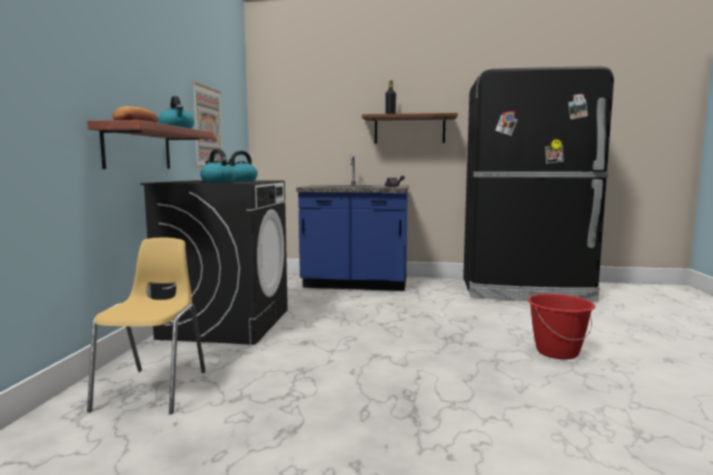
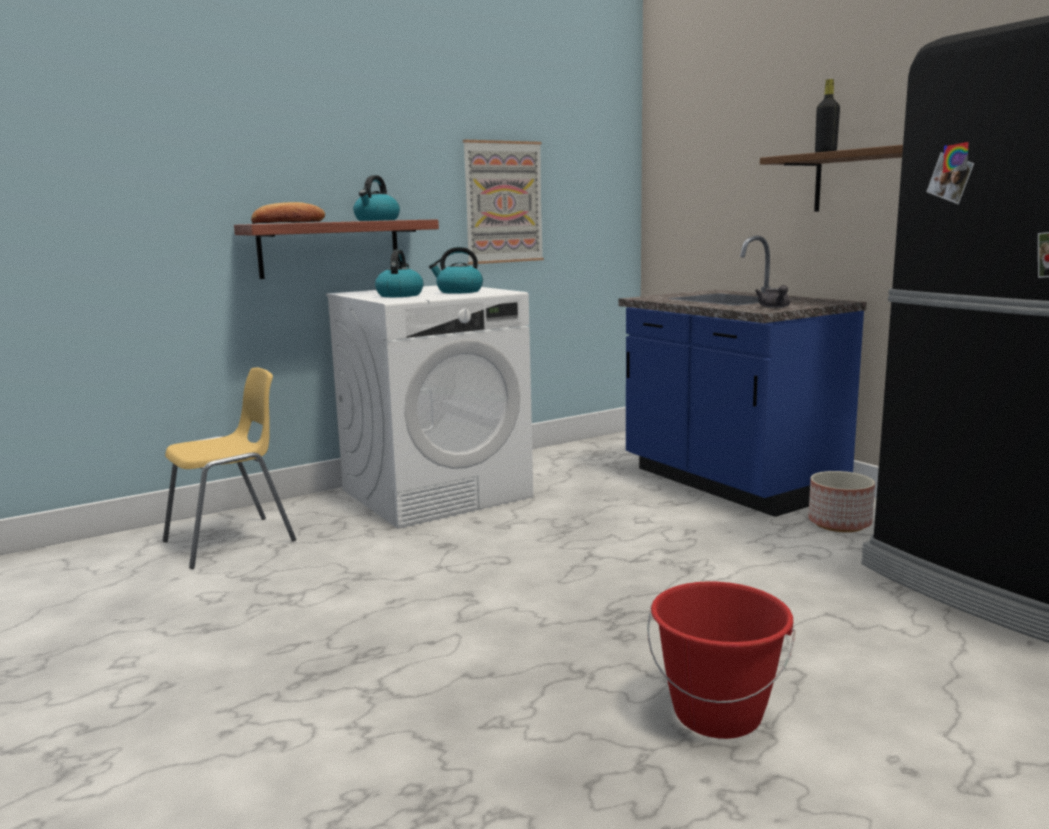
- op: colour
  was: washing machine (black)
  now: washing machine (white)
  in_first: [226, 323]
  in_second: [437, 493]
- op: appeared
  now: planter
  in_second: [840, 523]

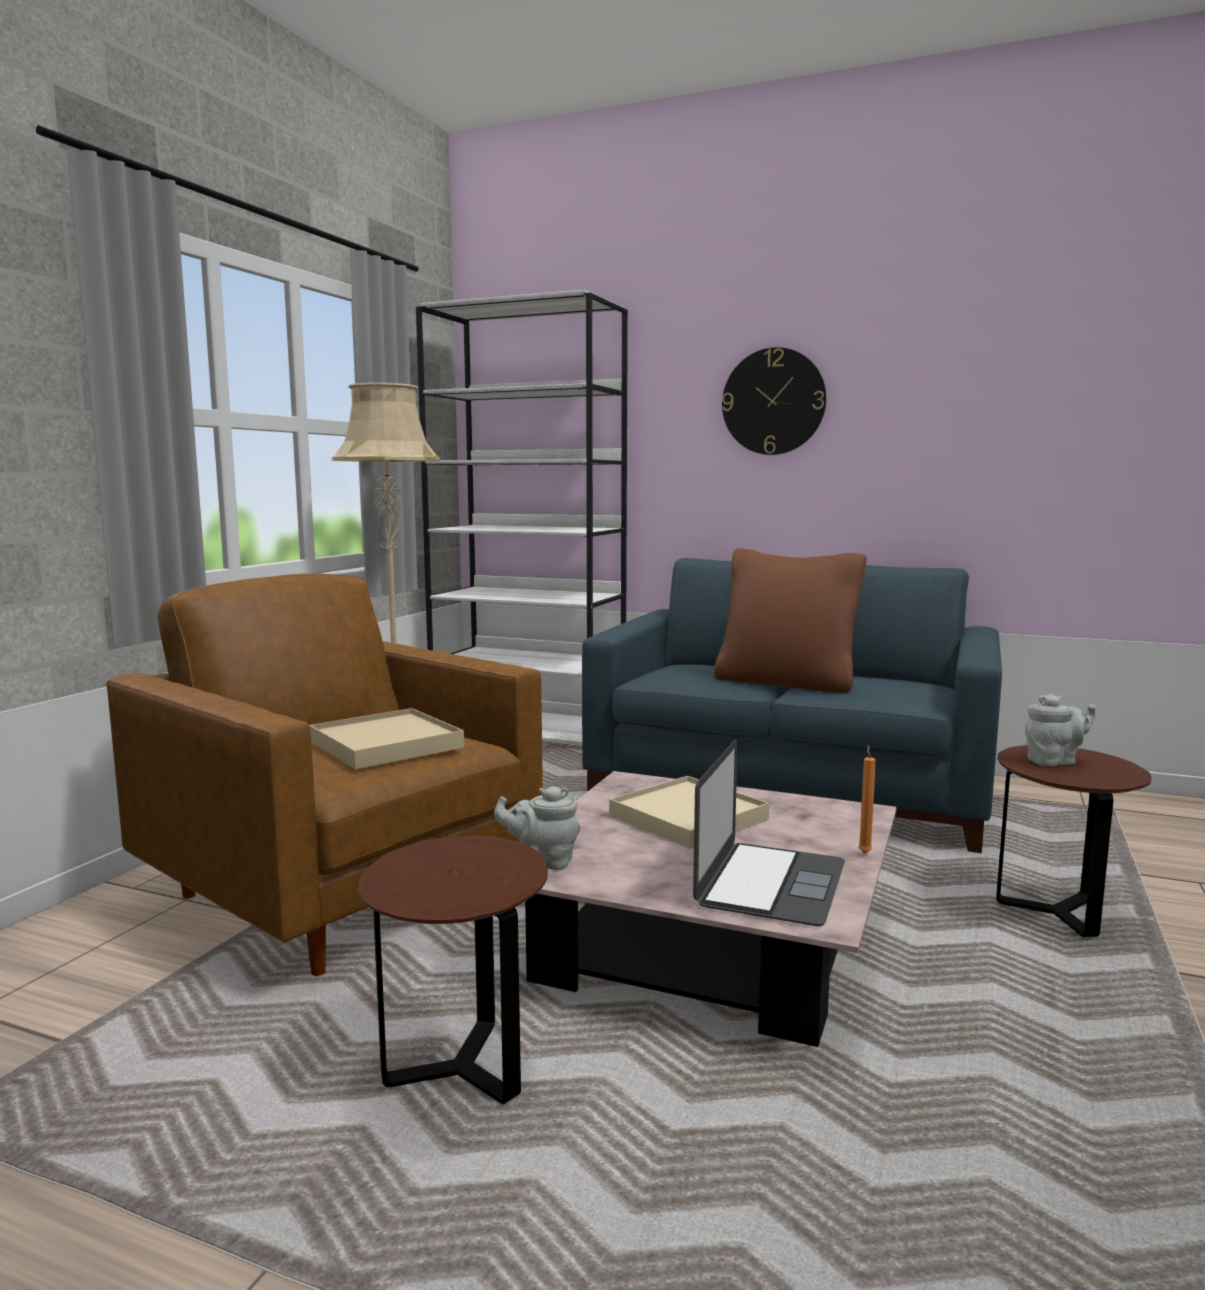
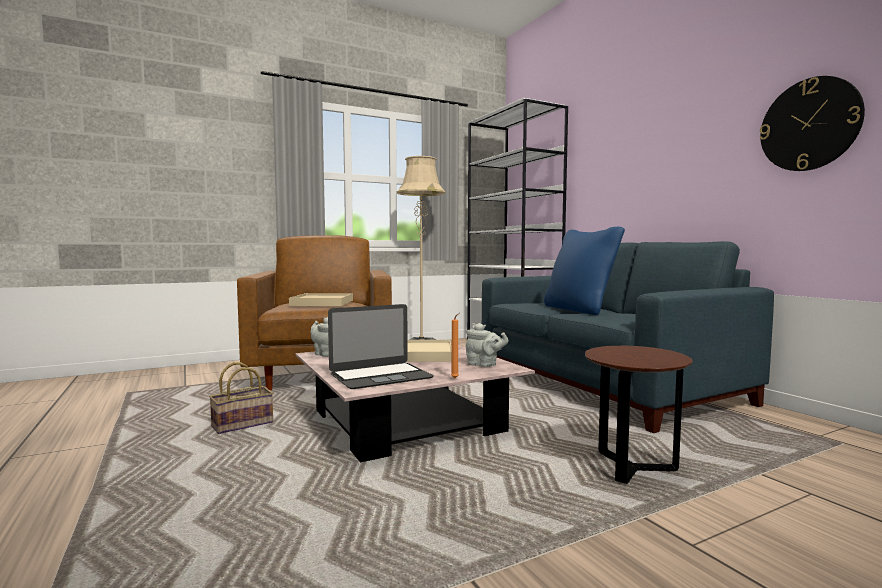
- op: exchanged
  was: side table (brown)
  now: basket
  in_first: [461, 1070]
  in_second: [243, 424]
- op: relocated
  was: teapot (grey)
  in_first: [1054, 761]
  in_second: [484, 365]
- op: colour
  was: pillow (brown)
  now: pillow (blue)
  in_first: [786, 682]
  in_second: [579, 310]
- op: relocated
  was: wall clock
  in_first: [773, 401]
  in_second: [809, 125]

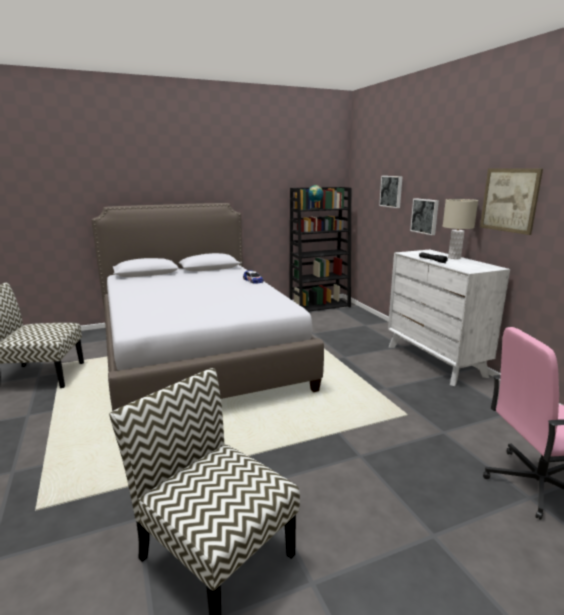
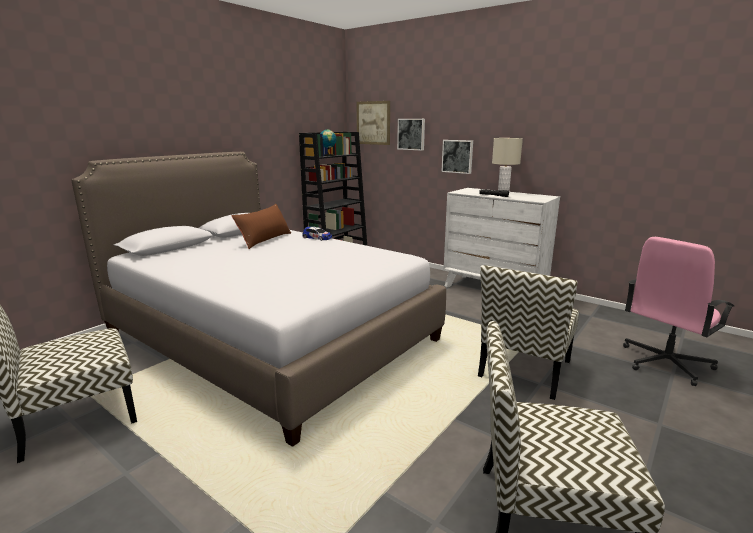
- op: appeared
  now: pillow (brown)
  in_second: [264, 240]
- op: relocated
  was: picture
  in_first: [509, 200]
  in_second: [373, 123]
- op: appeared
  now: chair
  in_second: [525, 370]

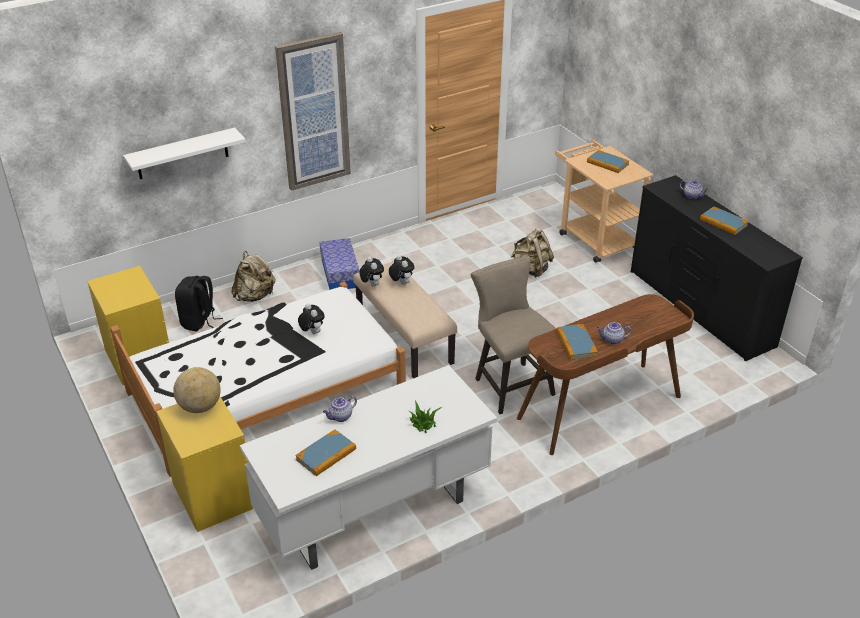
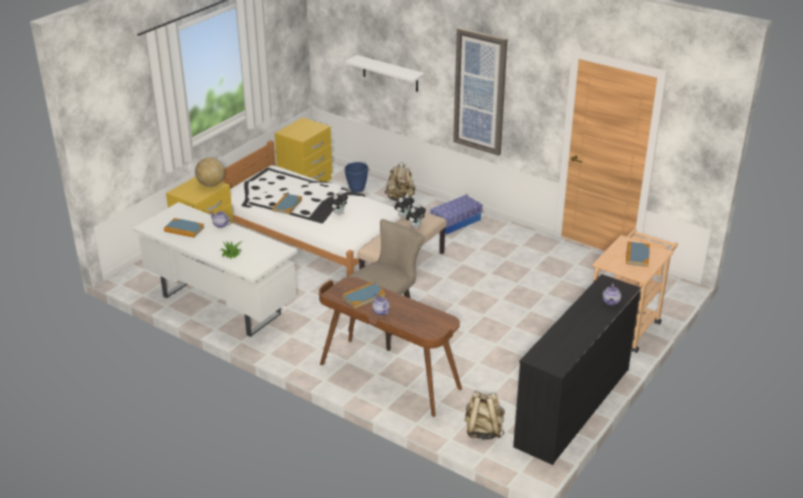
- op: relocated
  was: book
  in_first: [723, 222]
  in_second: [287, 205]
- op: exchanged
  was: backpack (black)
  now: planter (blue)
  in_first: [199, 322]
  in_second: [356, 189]
- op: relocated
  was: backpack (beige)
  in_first: [531, 269]
  in_second: [483, 430]

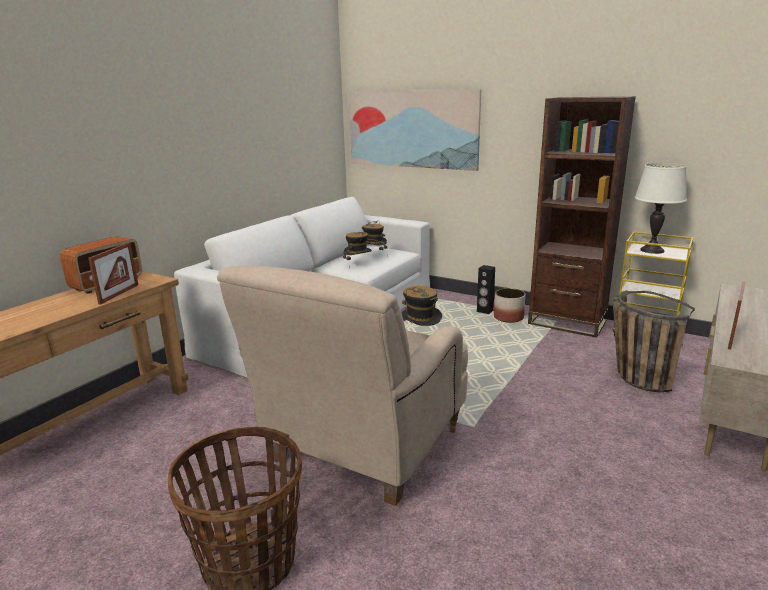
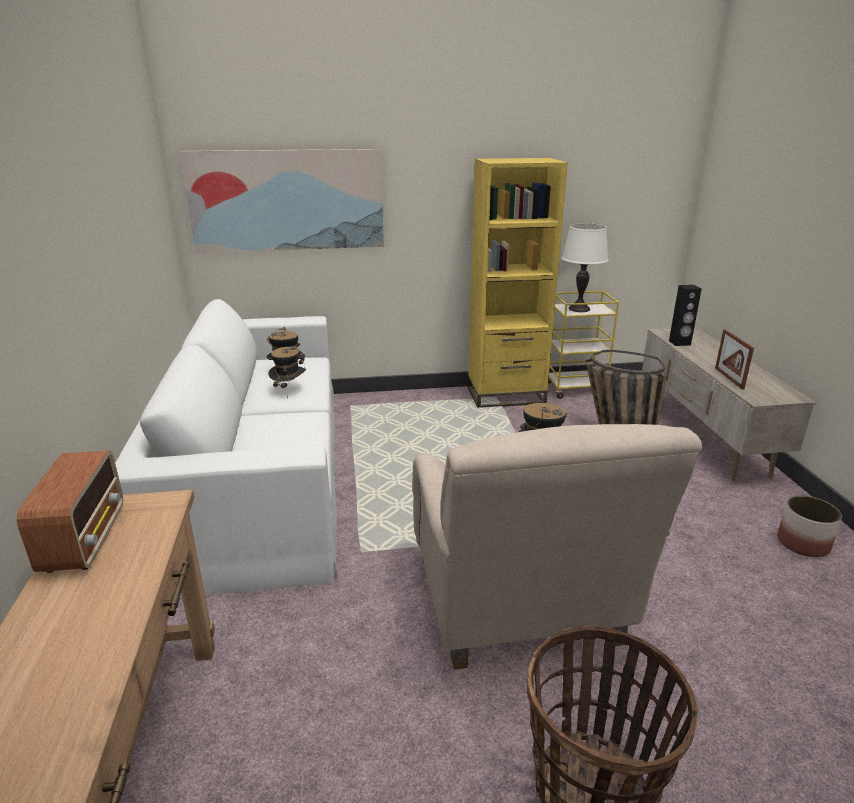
- op: colour
  was: bookcase (brown)
  now: bookcase (yellow)
  in_first: [567, 322]
  in_second: [506, 395]
- op: relocated
  was: speaker (black)
  in_first: [485, 311]
  in_second: [679, 343]
- op: relocated
  was: planter
  in_first: [508, 317]
  in_second: [803, 544]
- op: missing
  was: picture frame
  in_first: [119, 294]

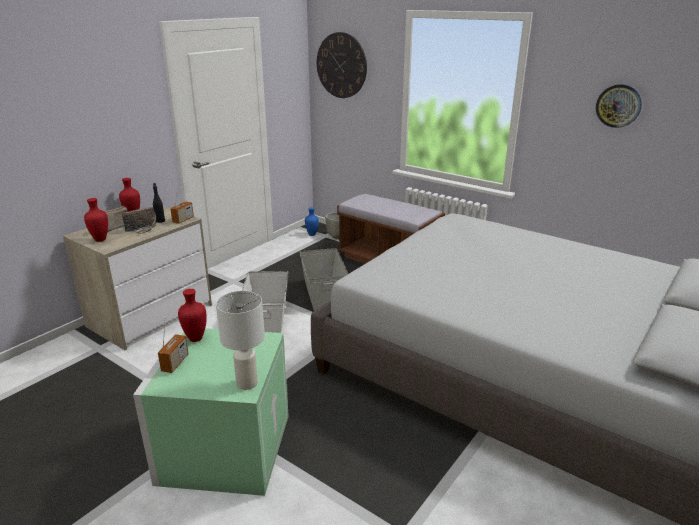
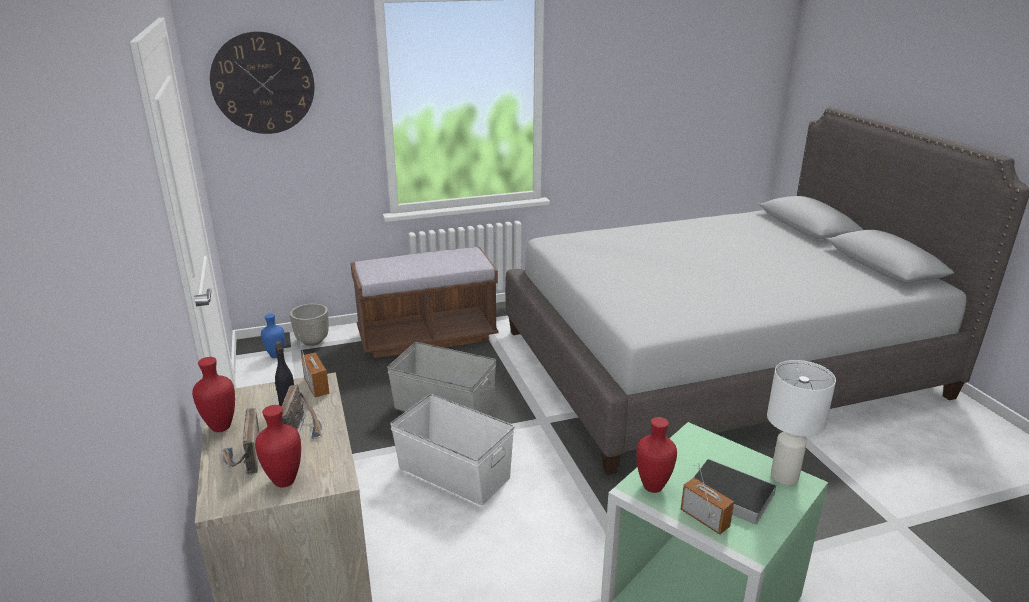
- op: appeared
  now: book
  in_second: [727, 494]
- op: missing
  was: wall clock
  in_first: [618, 106]

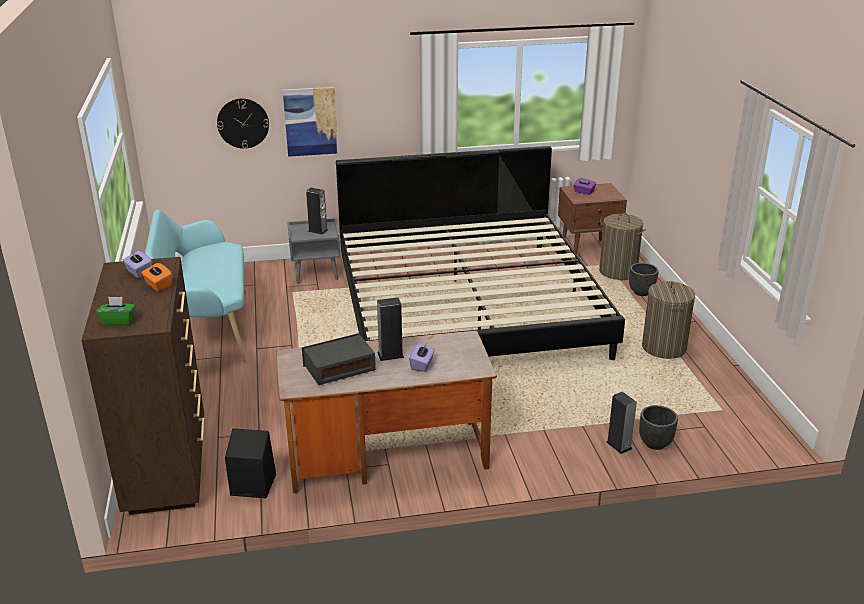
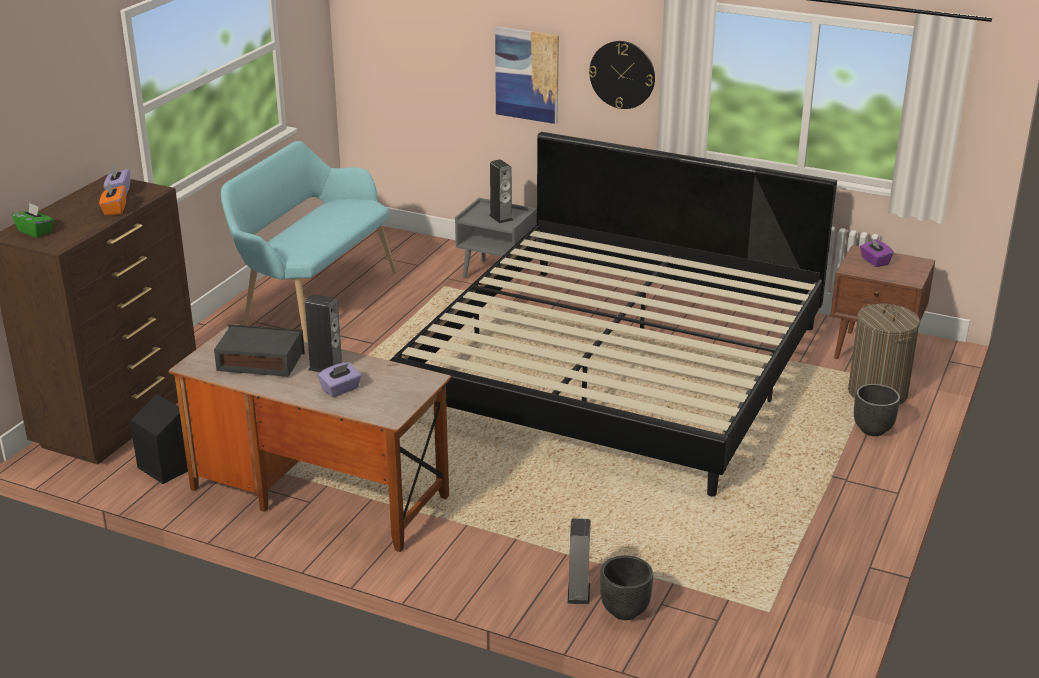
- op: relocated
  was: wall clock
  in_first: [243, 123]
  in_second: [622, 74]
- op: missing
  was: laundry basket
  in_first: [664, 348]

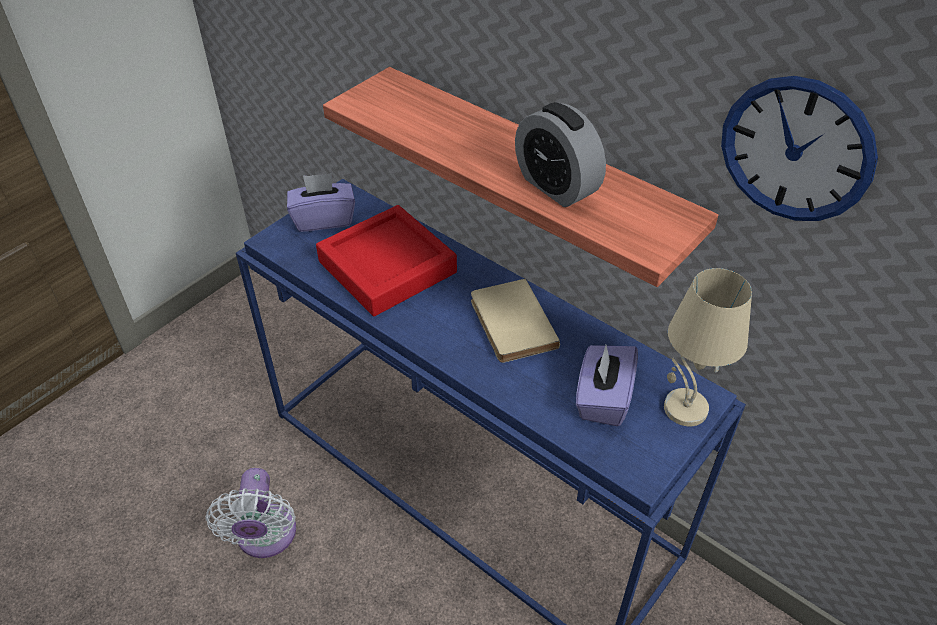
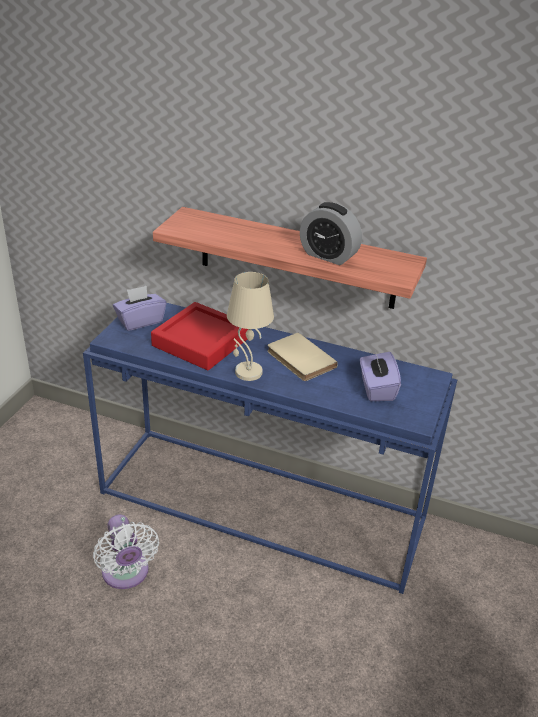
- op: relocated
  was: table lamp (beige)
  in_first: [684, 408]
  in_second: [247, 372]
- op: missing
  was: wall clock
  in_first: [796, 150]

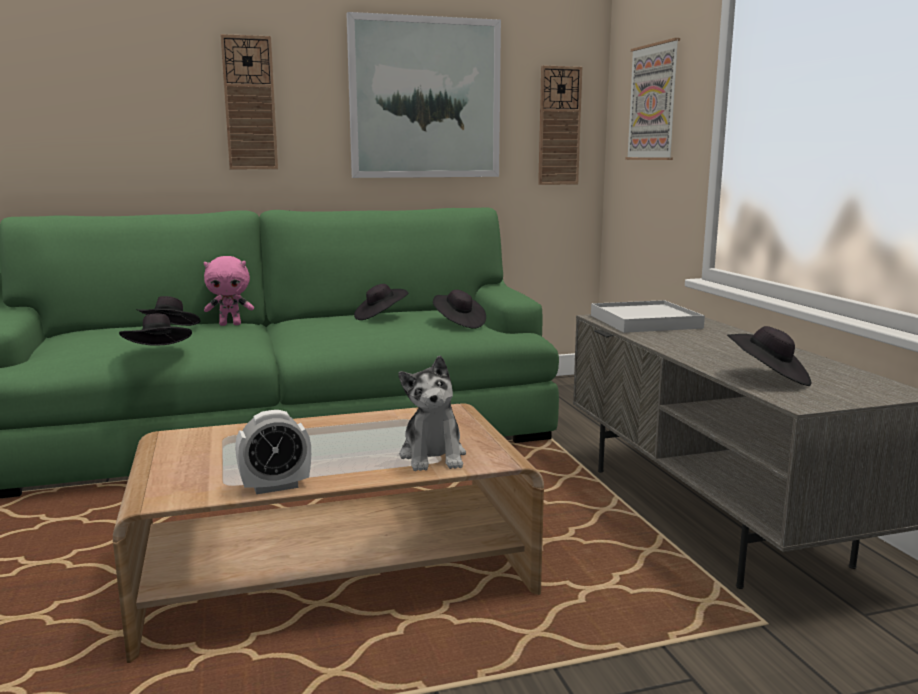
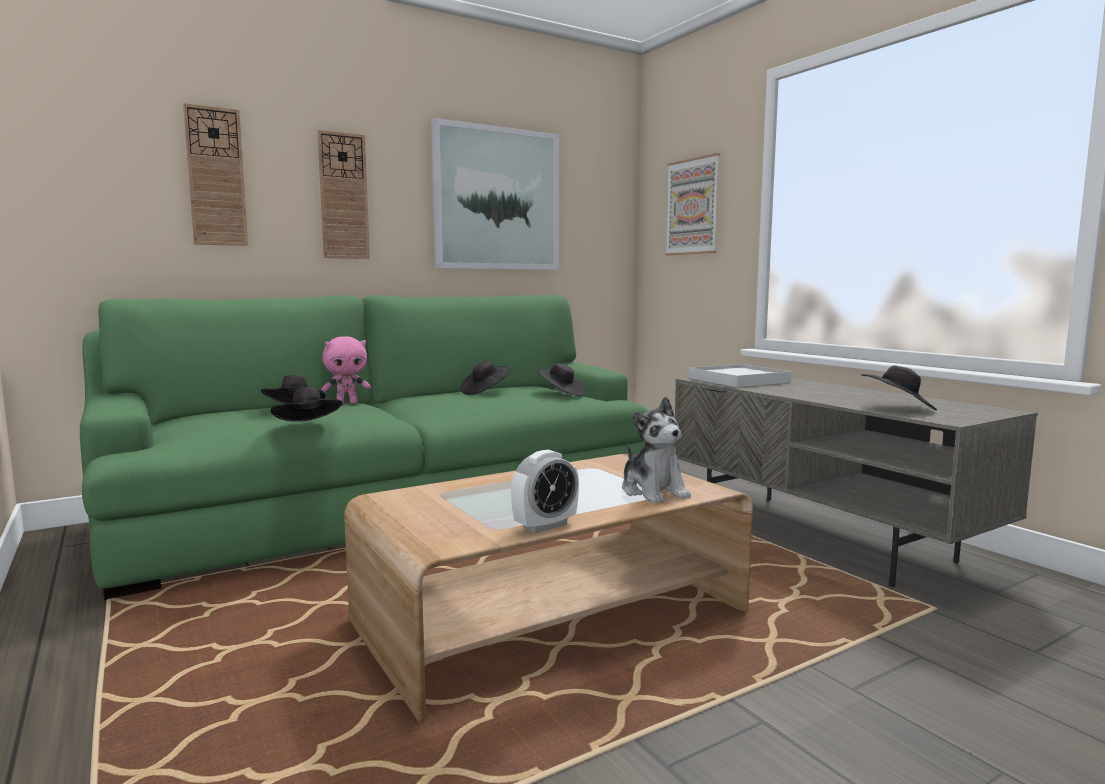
- op: relocated
  was: wall clock
  in_first: [559, 126]
  in_second: [216, 177]

